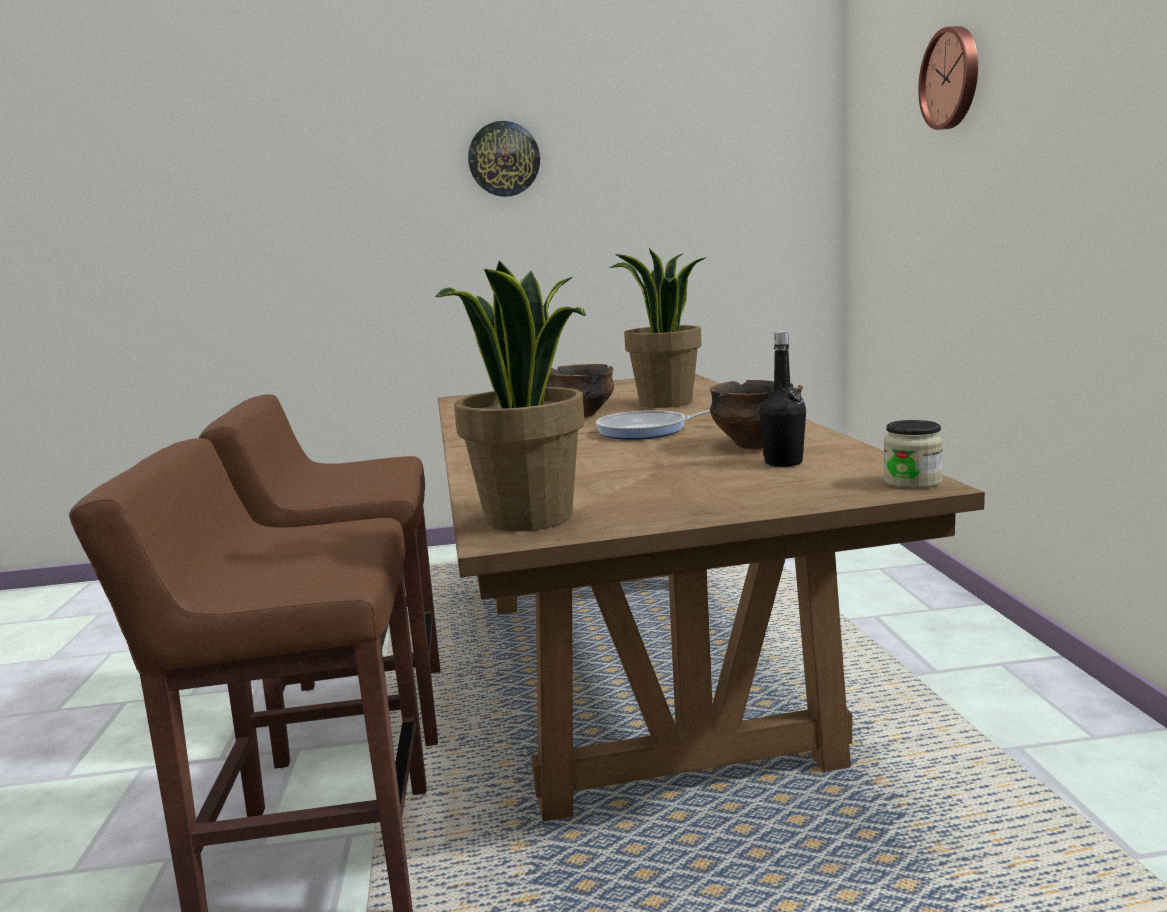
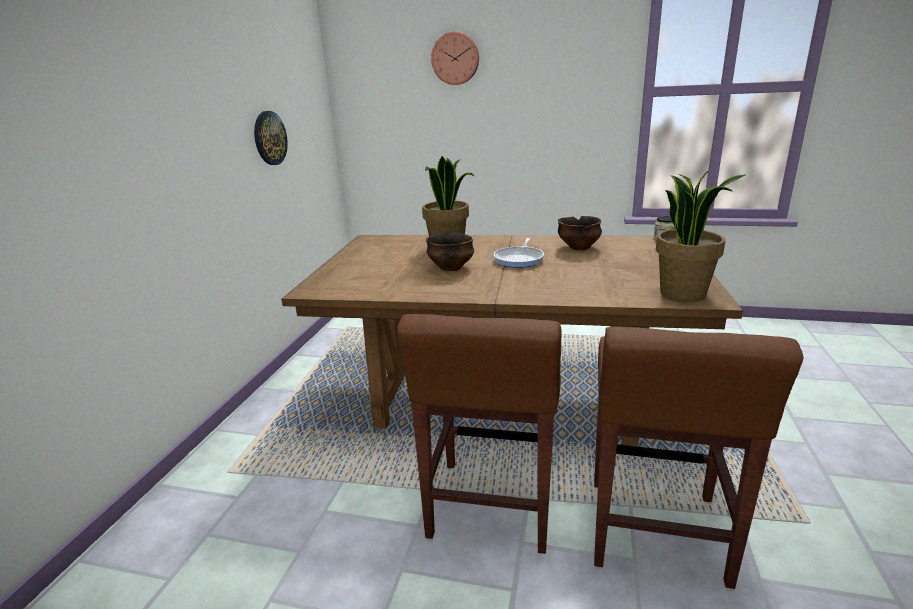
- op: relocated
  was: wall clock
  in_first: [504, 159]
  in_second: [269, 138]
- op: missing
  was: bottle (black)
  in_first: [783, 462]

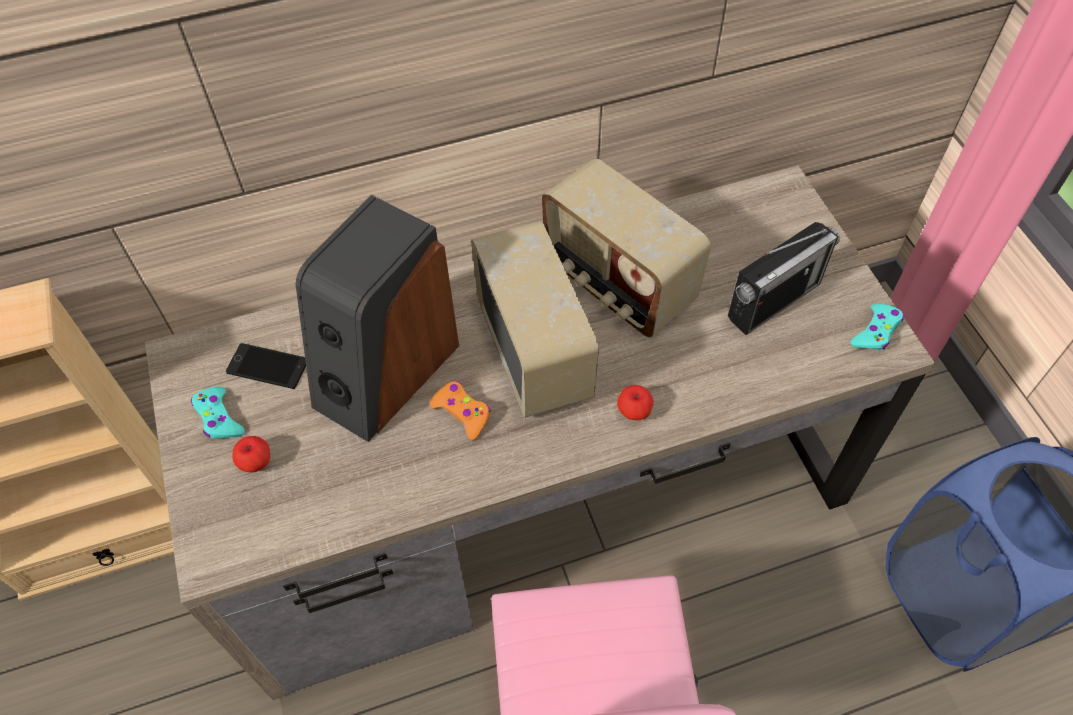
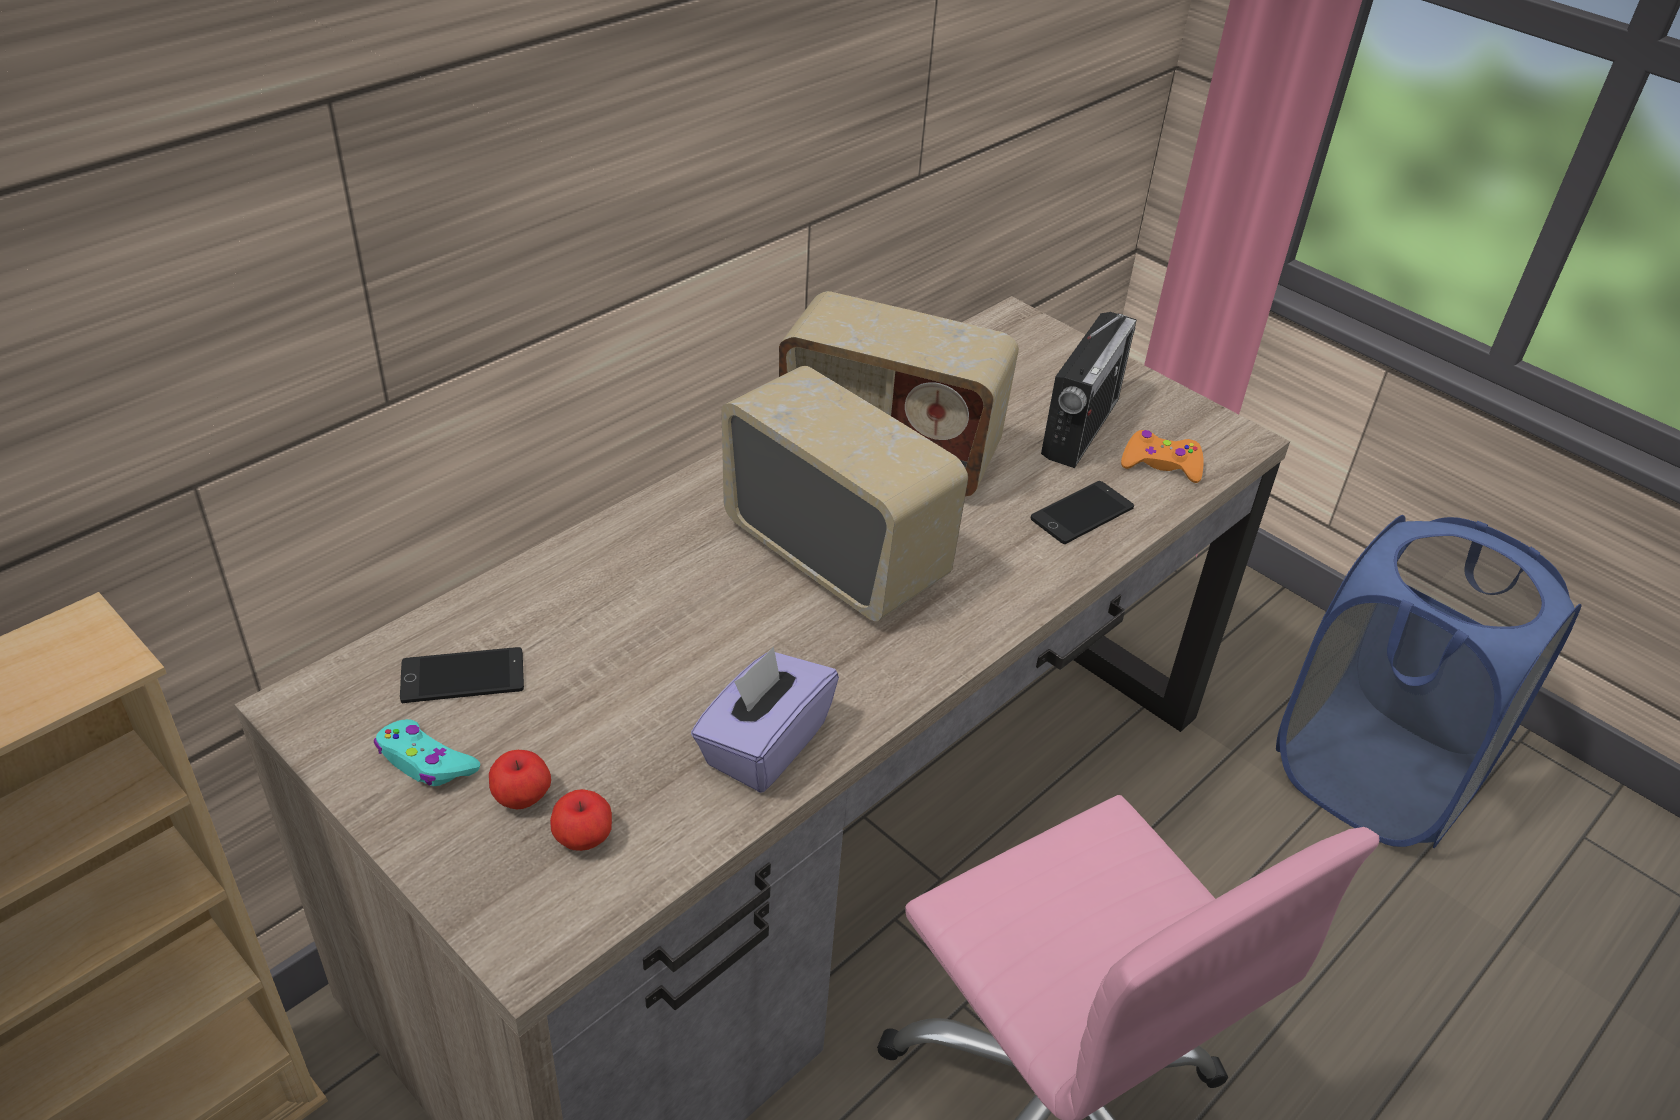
- op: relocated
  was: apple
  in_first: [634, 412]
  in_second: [583, 839]
- op: appeared
  now: tissue box (purple)
  in_second: [763, 745]
- op: appeared
  now: phone
  in_second: [1082, 513]
- op: relocated
  was: game controller (orange)
  in_first: [462, 413]
  in_second: [1161, 465]
- op: missing
  was: speaker
  in_first: [385, 372]
- op: missing
  was: game controller (turquoise)
  in_first: [876, 332]

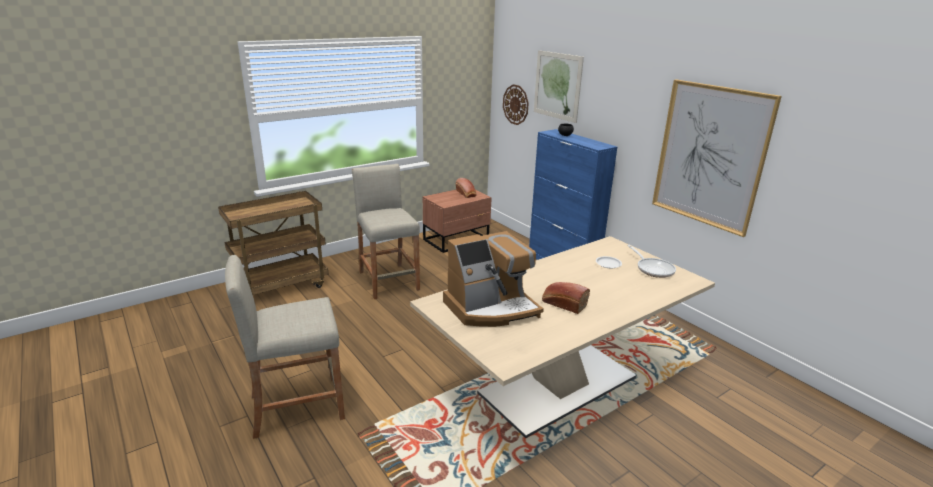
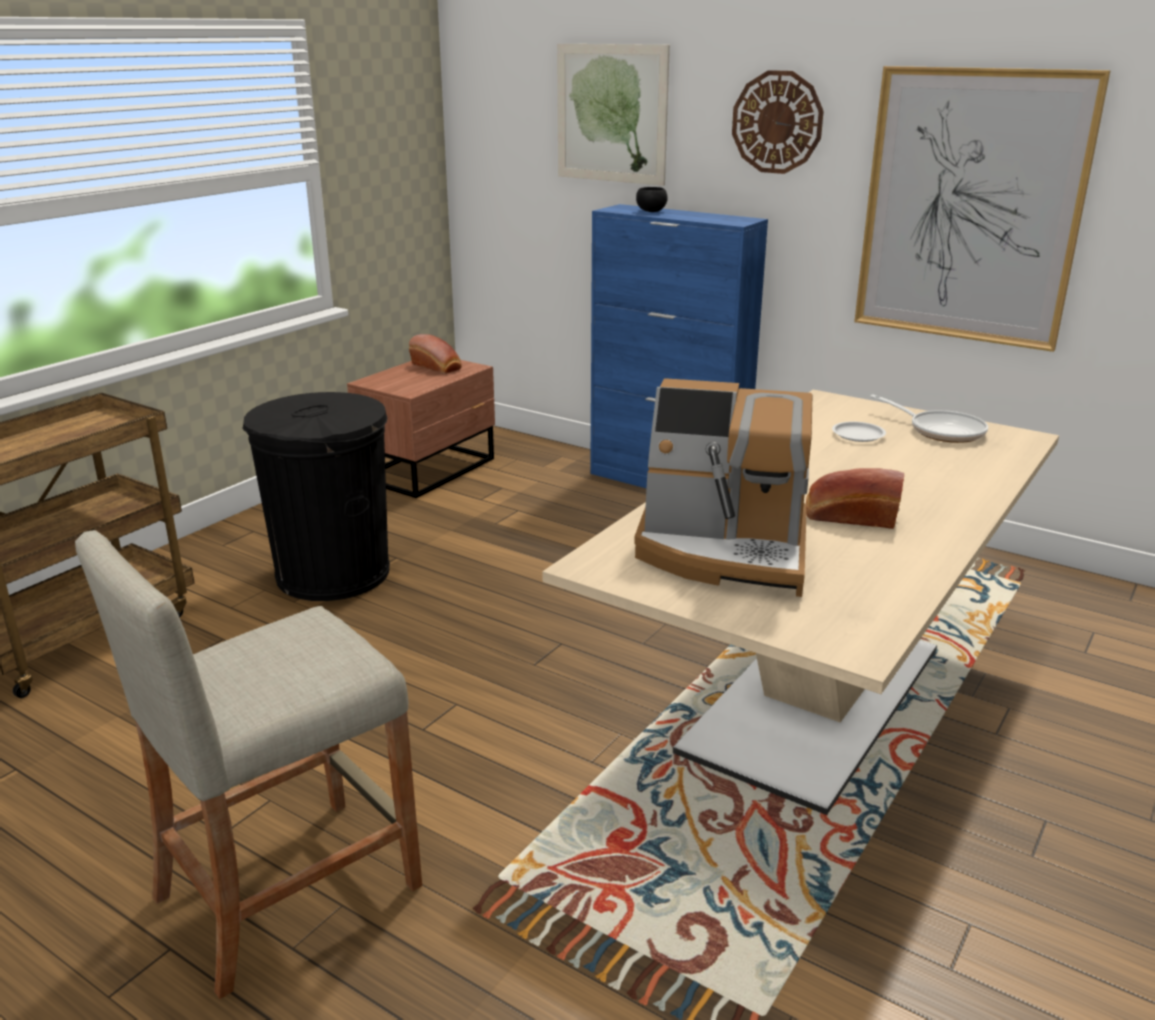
- op: exchanged
  was: stool (beige)
  now: trash can (black)
  in_first: [388, 281]
  in_second: [333, 573]
- op: spun
  was: coffee machine
  in_first: [491, 308]
  in_second: [724, 551]
  clockwise: 60
- op: relocated
  was: wall clock
  in_first: [515, 104]
  in_second: [777, 122]

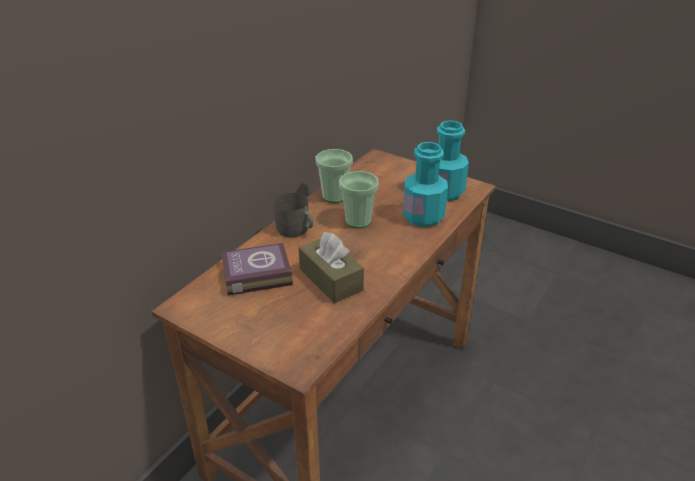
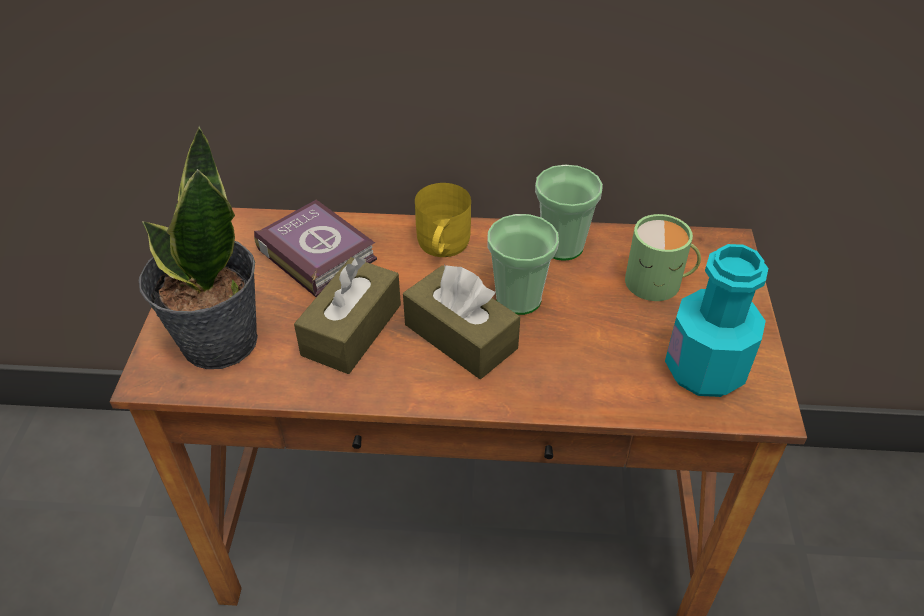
- op: appeared
  now: potted plant
  in_second: [218, 341]
- op: appeared
  now: tissue box (brown)
  in_second: [460, 336]
- op: colour
  was: mug (grey)
  now: mug (yellow)
  in_first: [295, 230]
  in_second: [441, 245]
- op: appeared
  now: mug (green)
  in_second: [659, 283]
- op: missing
  was: bottle (turquoise)
  in_first: [423, 216]

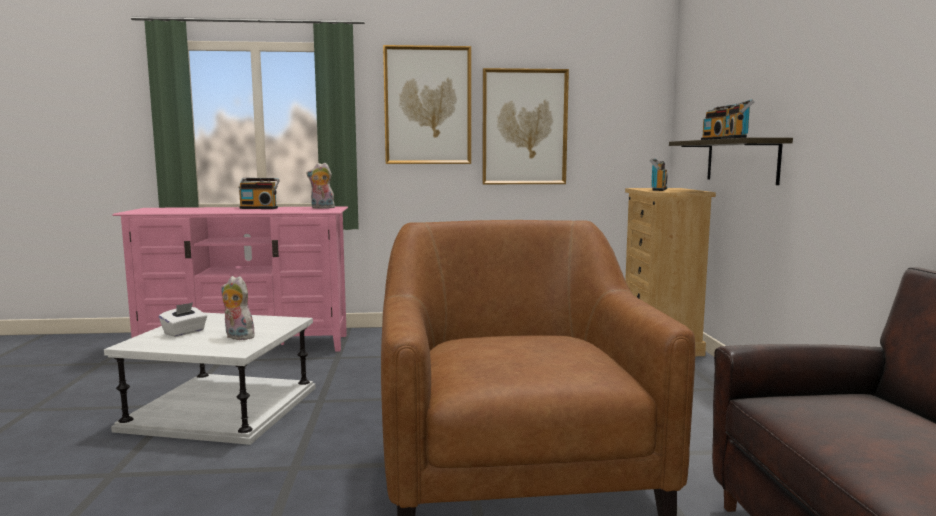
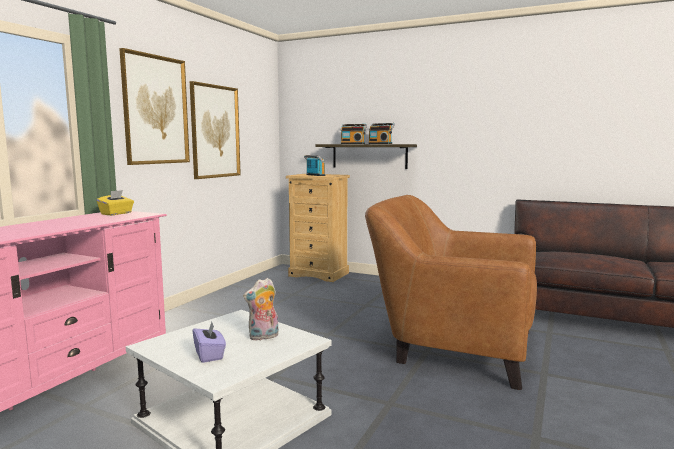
- op: exchanged
  was: plush toy
  now: tissue box (yellow)
  in_first: [321, 208]
  in_second: [116, 213]
- op: colour
  was: tissue box (white)
  now: tissue box (purple)
  in_first: [184, 332]
  in_second: [209, 355]
- op: missing
  was: radio
  in_first: [259, 208]

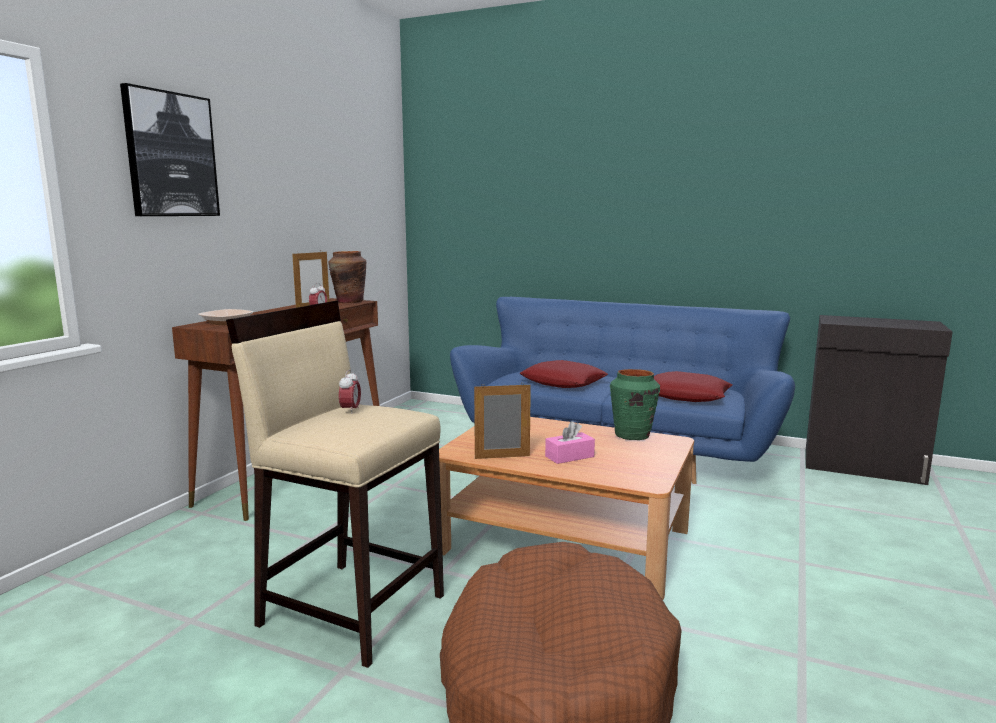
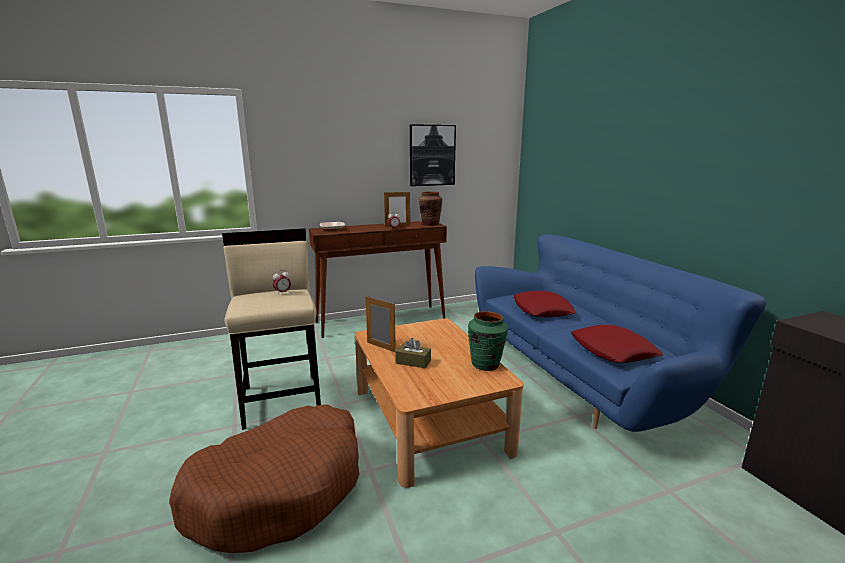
- op: colour
  was: tissue box (pink)
  now: tissue box (brown)
  in_first: [569, 456]
  in_second: [413, 362]
- op: relocated
  was: picture
  in_first: [171, 155]
  in_second: [432, 155]

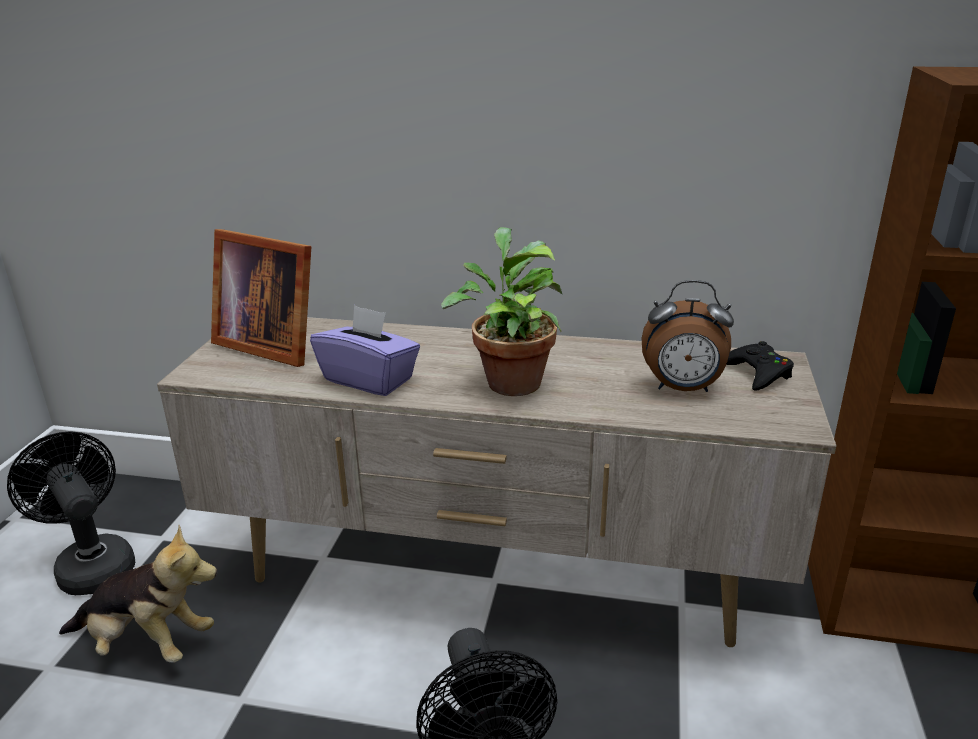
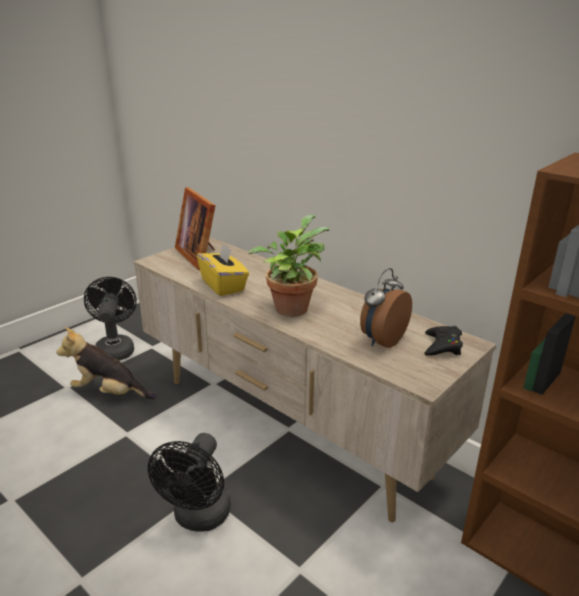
- op: spun
  was: plush toy
  in_first: [147, 644]
  in_second: [109, 393]
  clockwise: 150
- op: colour
  was: tissue box (purple)
  now: tissue box (yellow)
  in_first: [369, 379]
  in_second: [223, 285]
- op: spun
  was: alarm clock
  in_first: [682, 389]
  in_second: [381, 340]
  clockwise: 90

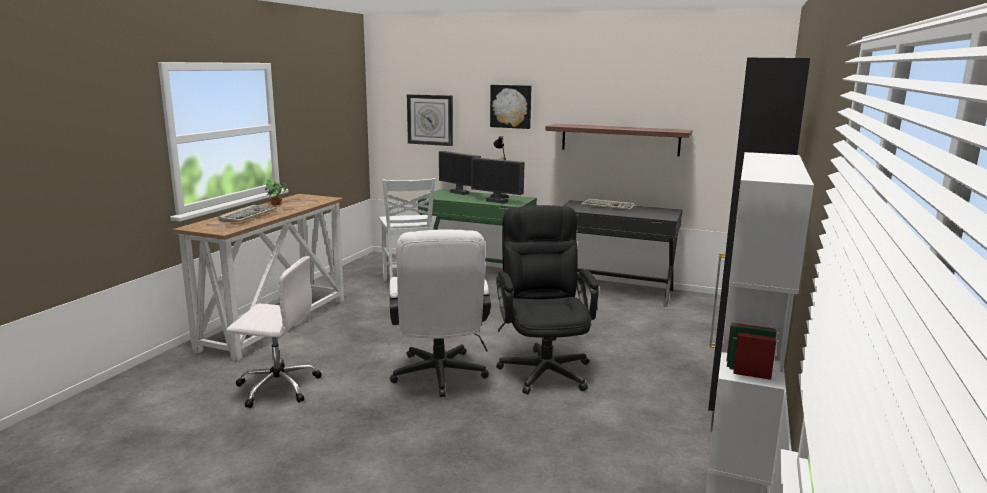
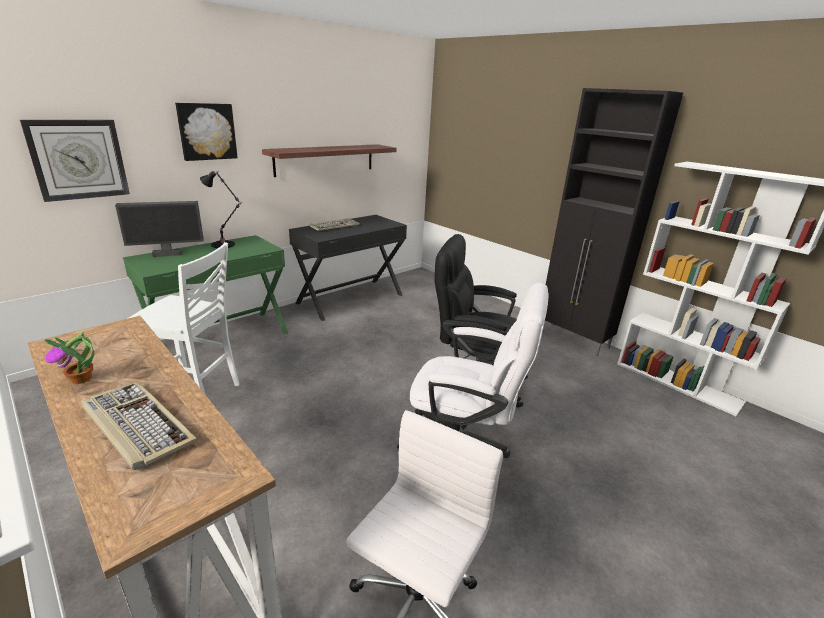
- op: missing
  was: monitor
  in_first: [497, 201]

